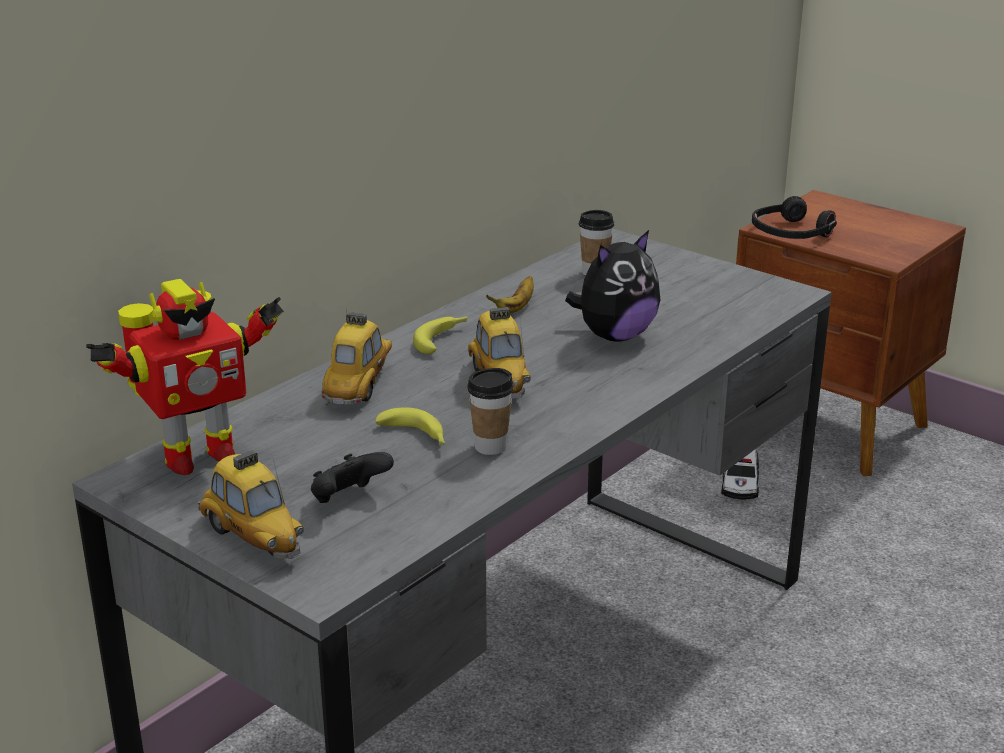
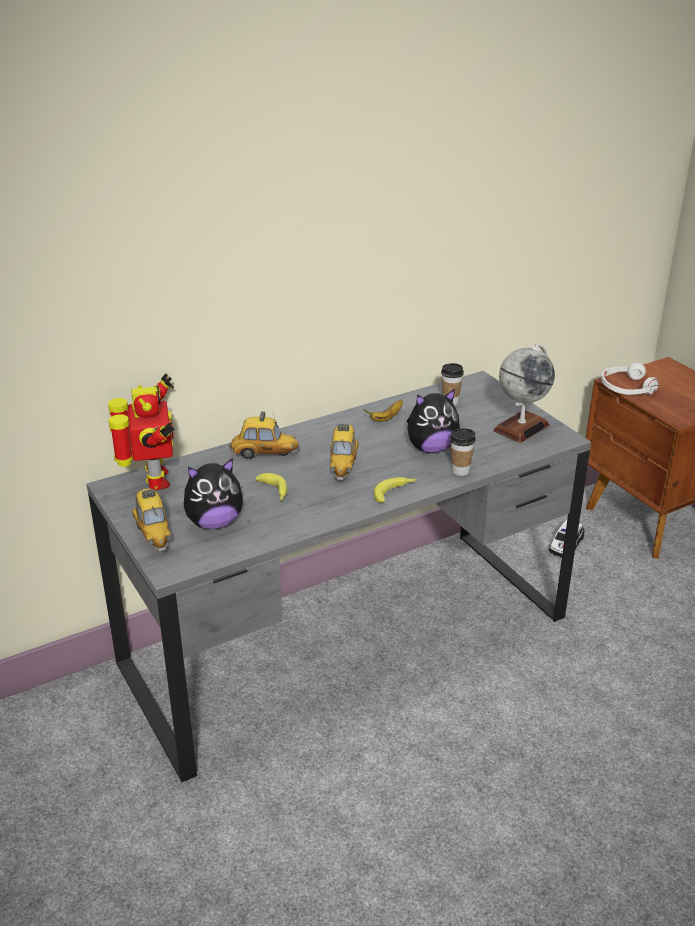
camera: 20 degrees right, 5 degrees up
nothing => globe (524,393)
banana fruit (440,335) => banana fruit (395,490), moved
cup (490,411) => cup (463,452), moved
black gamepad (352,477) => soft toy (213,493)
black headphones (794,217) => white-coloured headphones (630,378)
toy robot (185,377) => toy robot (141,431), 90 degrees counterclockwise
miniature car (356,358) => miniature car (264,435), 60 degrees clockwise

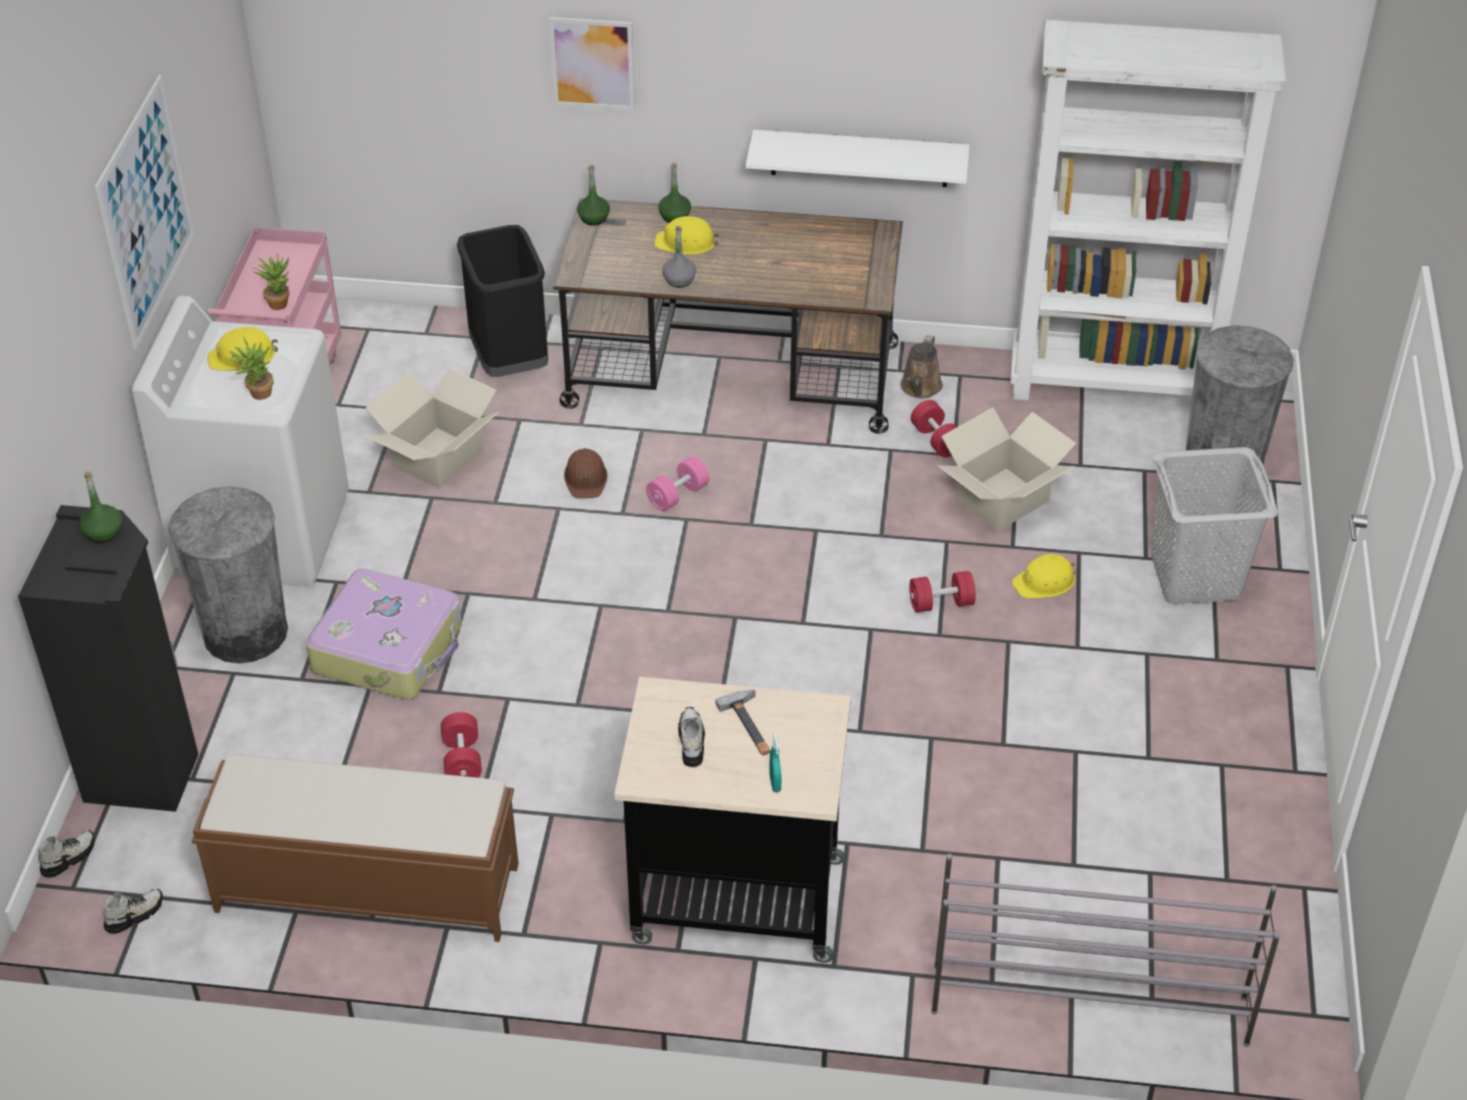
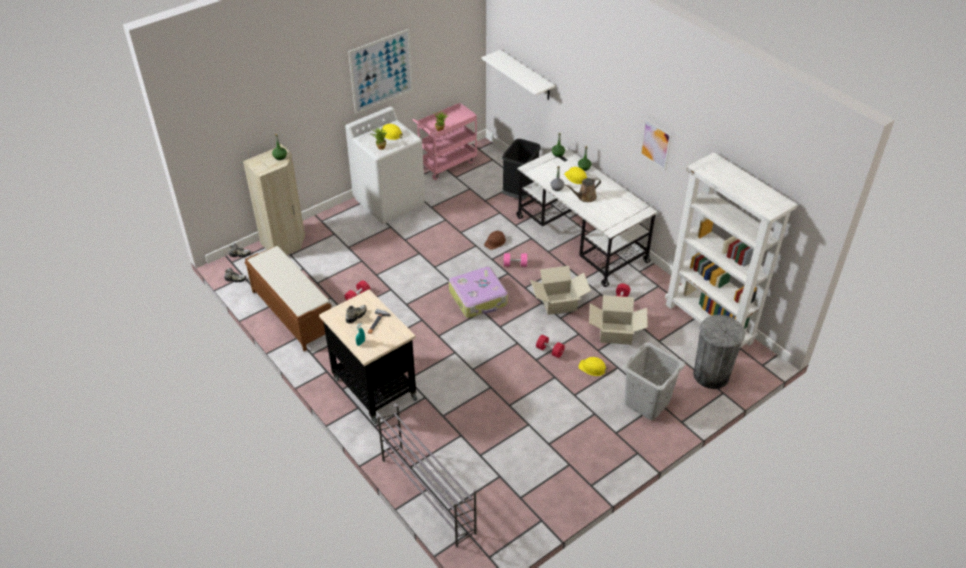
camera: 45 degrees right, 0 degrees up
greyish rubbish bin (228,574) => nothing
piece of luggage (384,634) => piece of luggage (478,292), moved
cardboard box (432,428) => cardboard box (560,290), moved
picture (592,63) => picture (656,144), moved
white-coloured bracket shelf (858,158) => white-coloured bracket shelf (518,75), moved
brown-coloured watering pot (921,366) => brown-coloured watering pot (583,190), moved
black cupboard (108,658) => beige cupboard (274,199)
brown-coloured desk (728,316) => white-coloured desk (587,216)

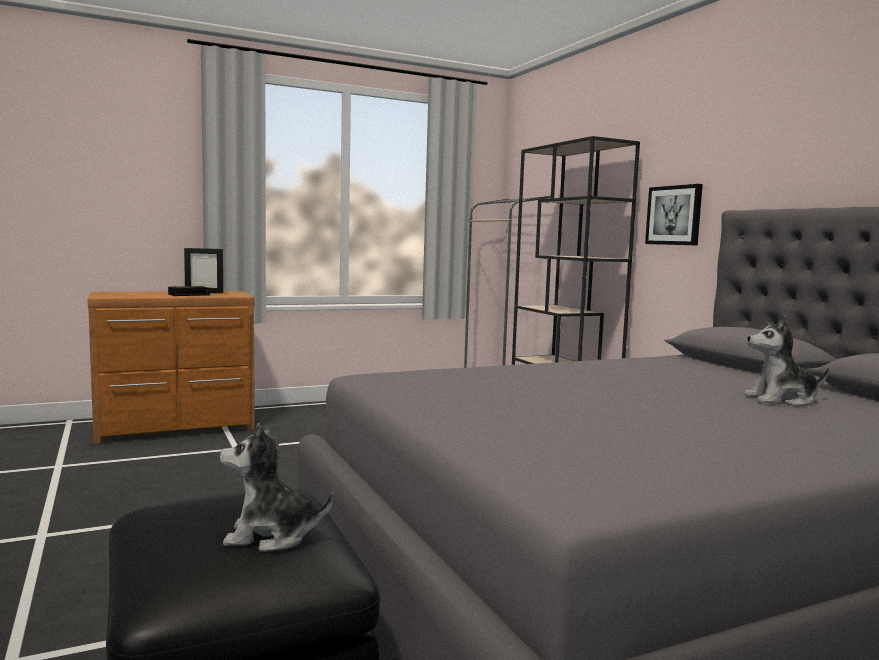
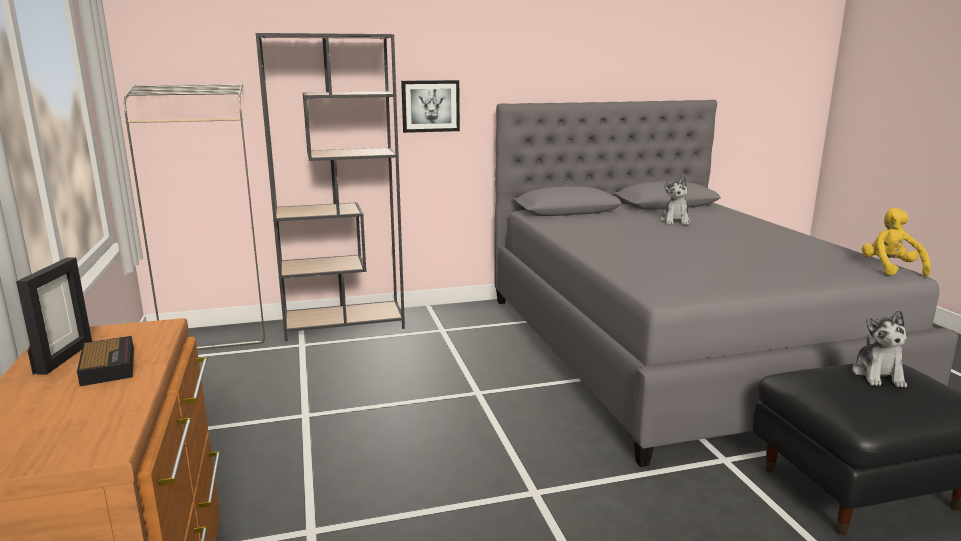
camera: 80 degrees left, 10 degrees up
nothing => yellow-coloured soft toy (896,242)

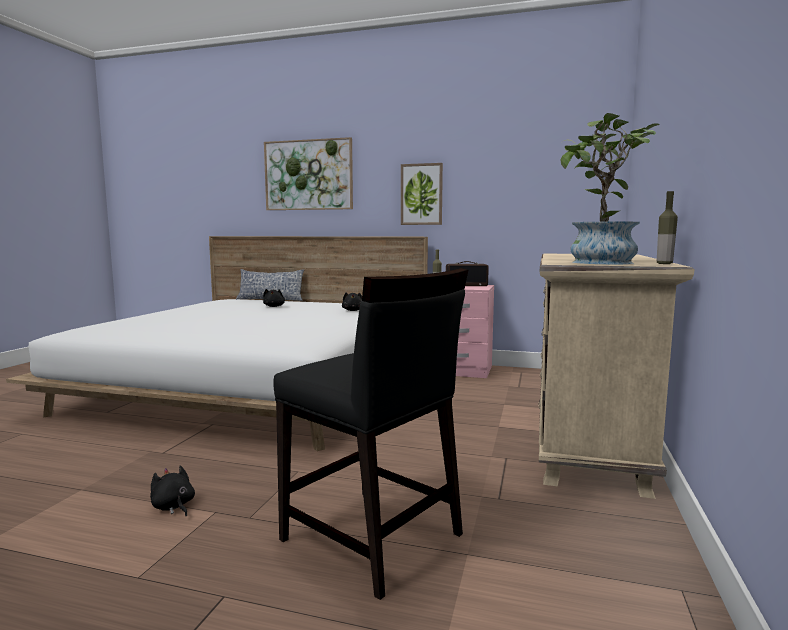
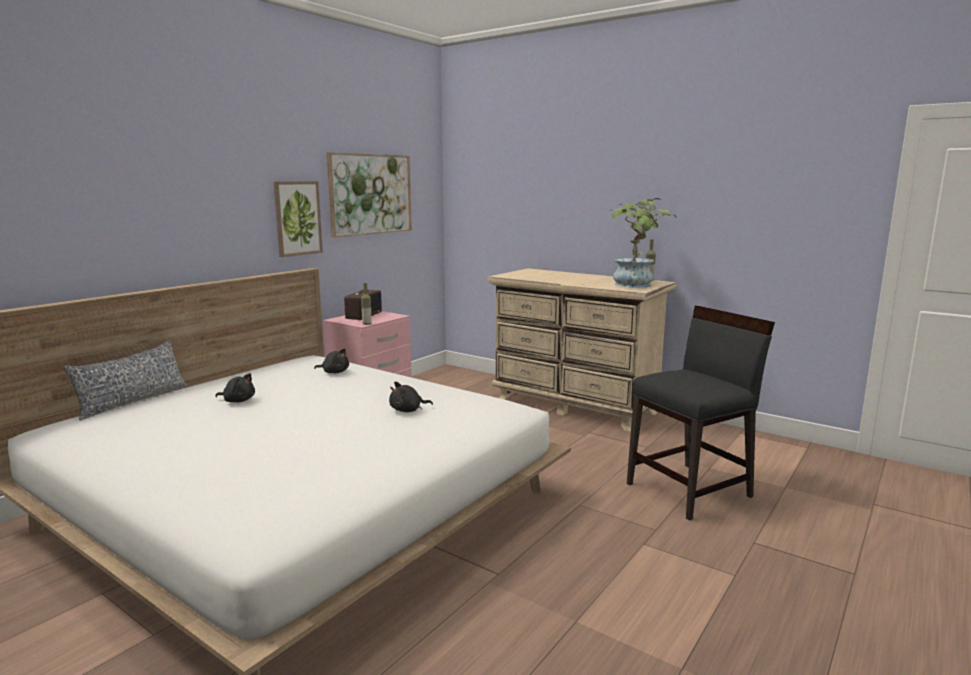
camera: 70 degrees left, 5 degrees up
black soft toy (172,490) => black soft toy (411,397), moved
picture (308,173) => picture (369,195), moved

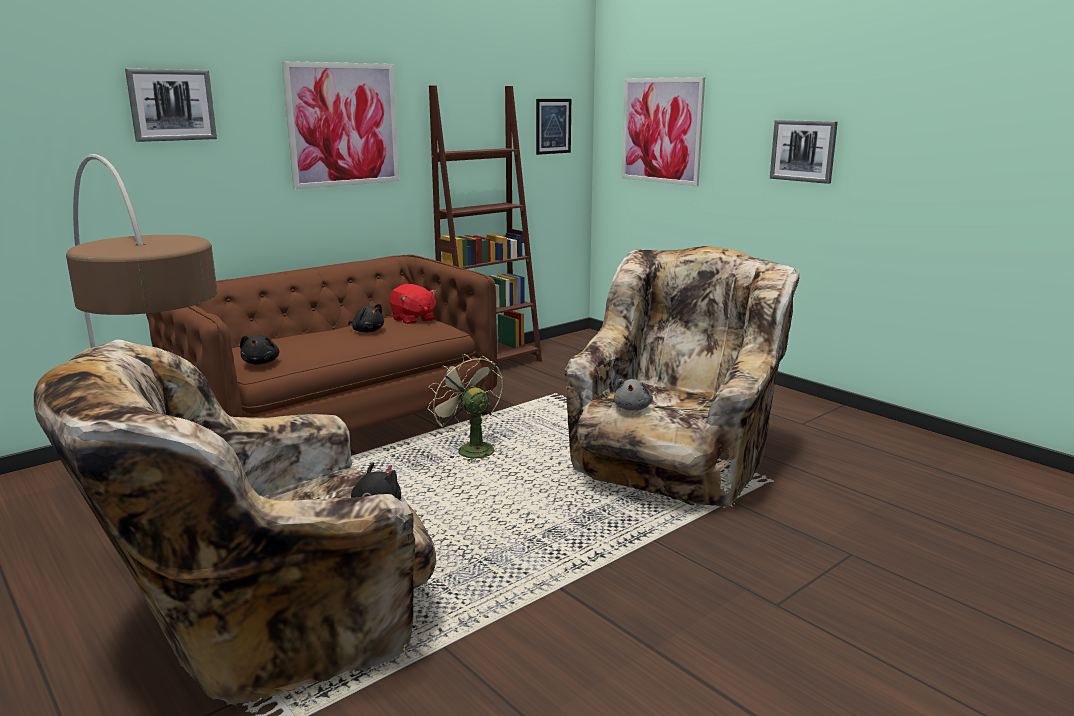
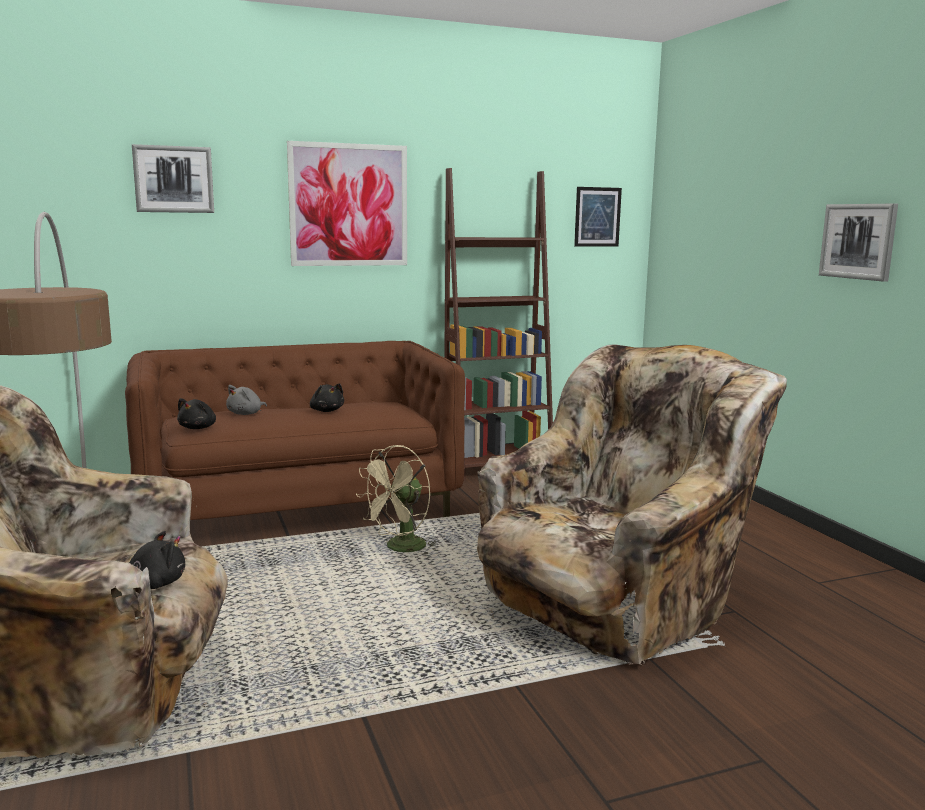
camera: 20 degrees right, 5 degrees down
red-coloured soft toy (413,304) => nothing
picture (663,131) => nothing
greyish soft toy (633,395) => greyish soft toy (246,400), moved
beige fan (465,408) => beige fan (396,500), 120 degrees counterclockwise

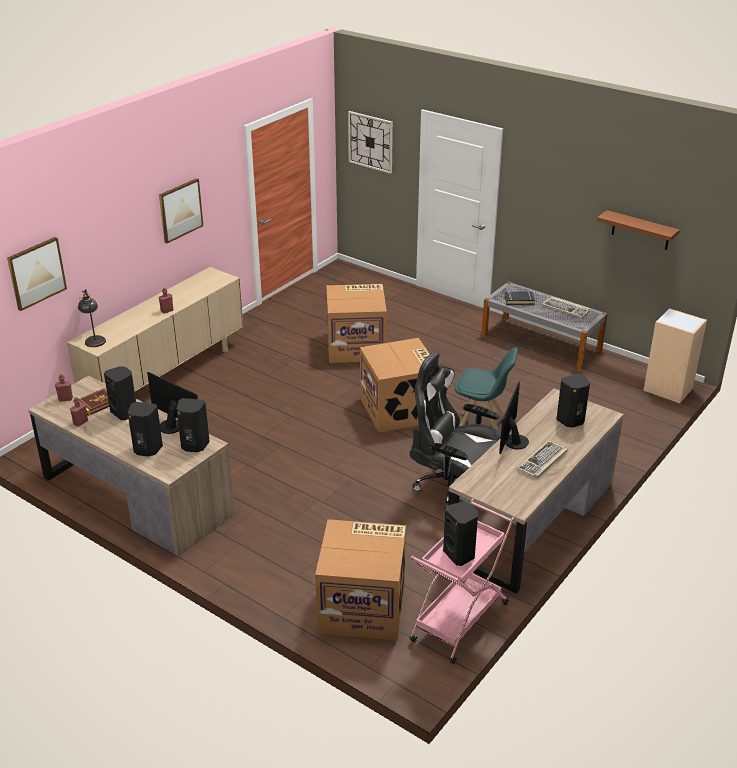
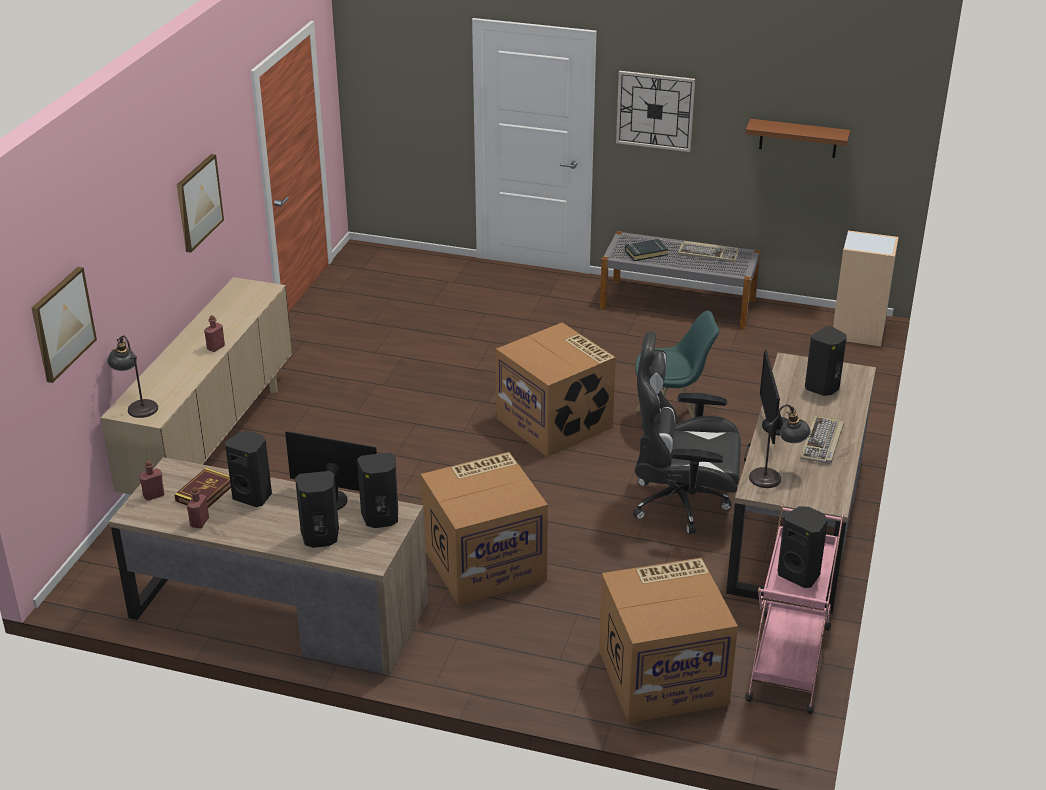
camera: 20 degrees left, 0 degrees up
nothing => greyish lamp for a table (780,446)
cardboard box (356,323) => cardboard box (484,529), moved
hanging clock (370,142) => hanging clock (655,111), moved

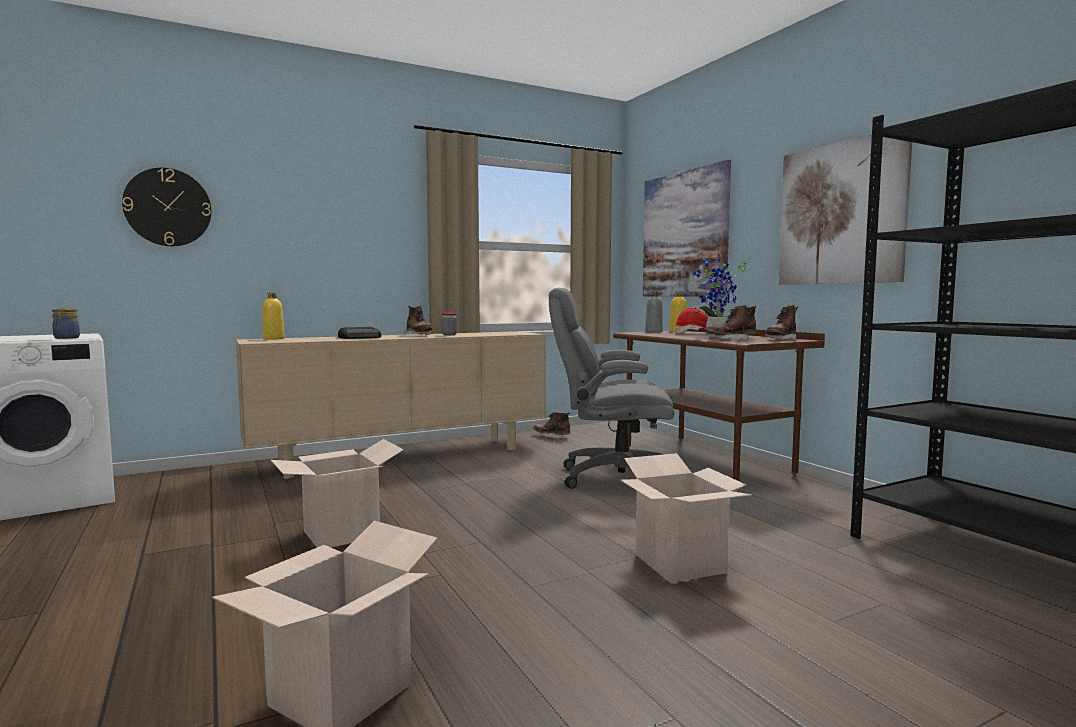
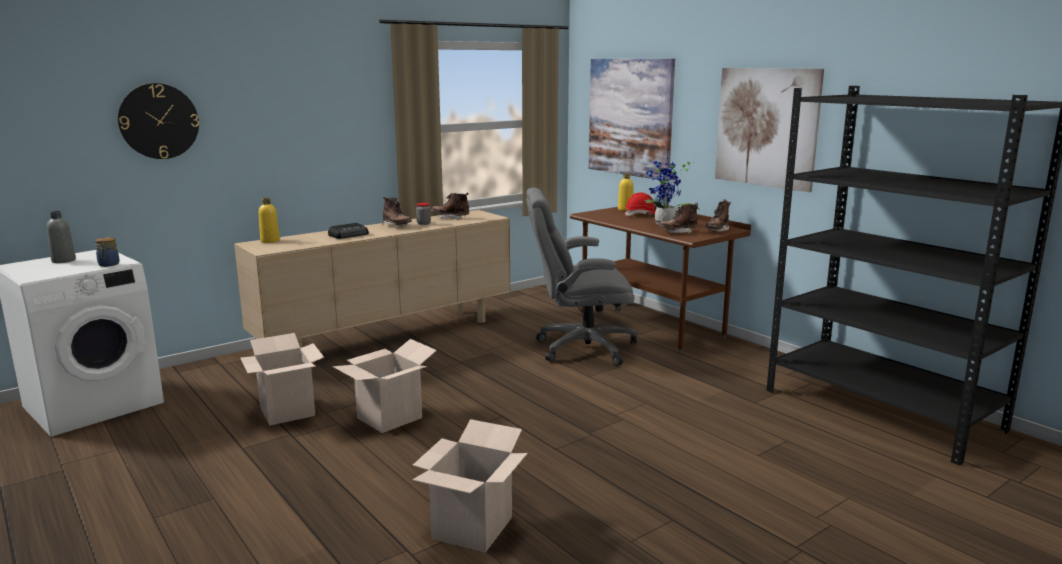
camera: 10 degrees left, 10 degrees up
brown-coloured high-top boot (551,425) => brown-coloured high-top boot (450,206), moved
cardboard box (686,518) => cardboard box (282,379), moved
greyish bottle (654,312) => greyish bottle (61,237), moved

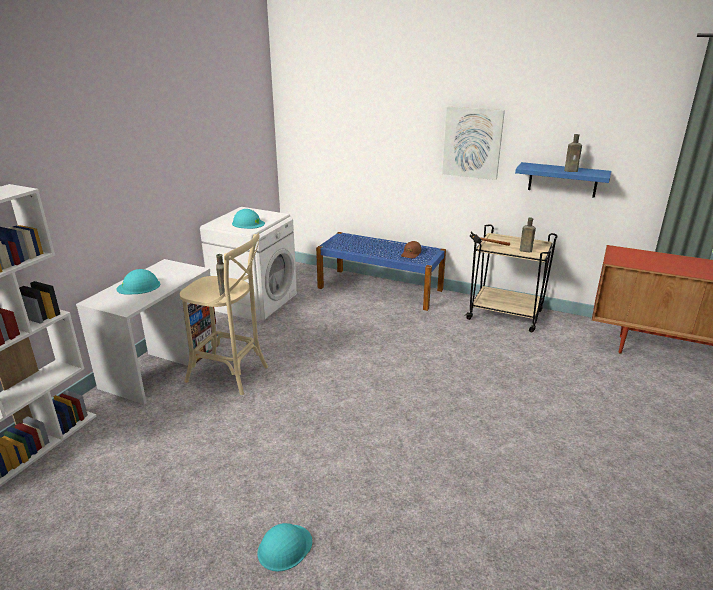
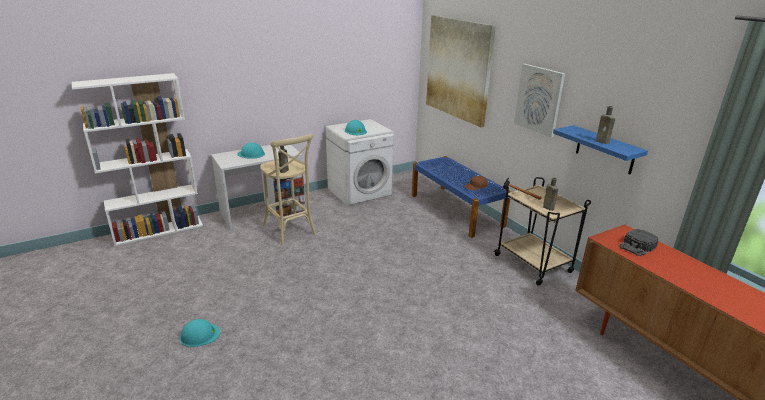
camera: 35 degrees right, 0 degrees up
nothing => picture (461,71)
nothing => black cap (638,242)

